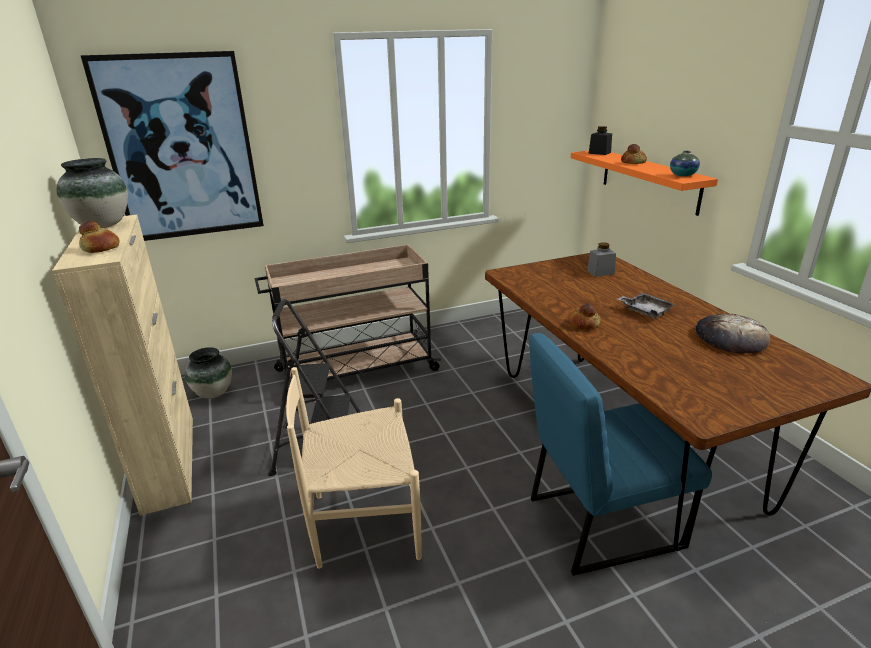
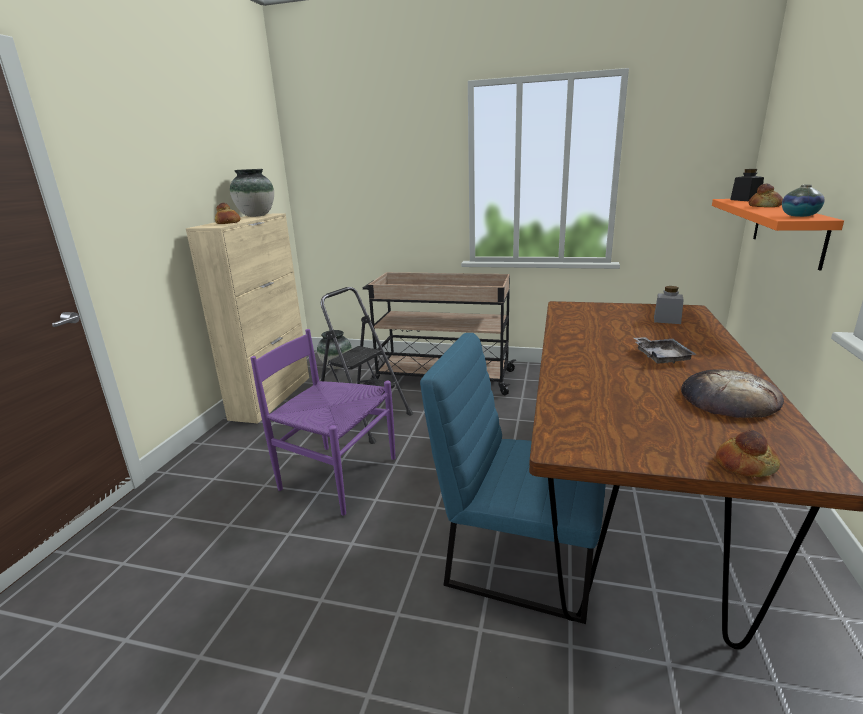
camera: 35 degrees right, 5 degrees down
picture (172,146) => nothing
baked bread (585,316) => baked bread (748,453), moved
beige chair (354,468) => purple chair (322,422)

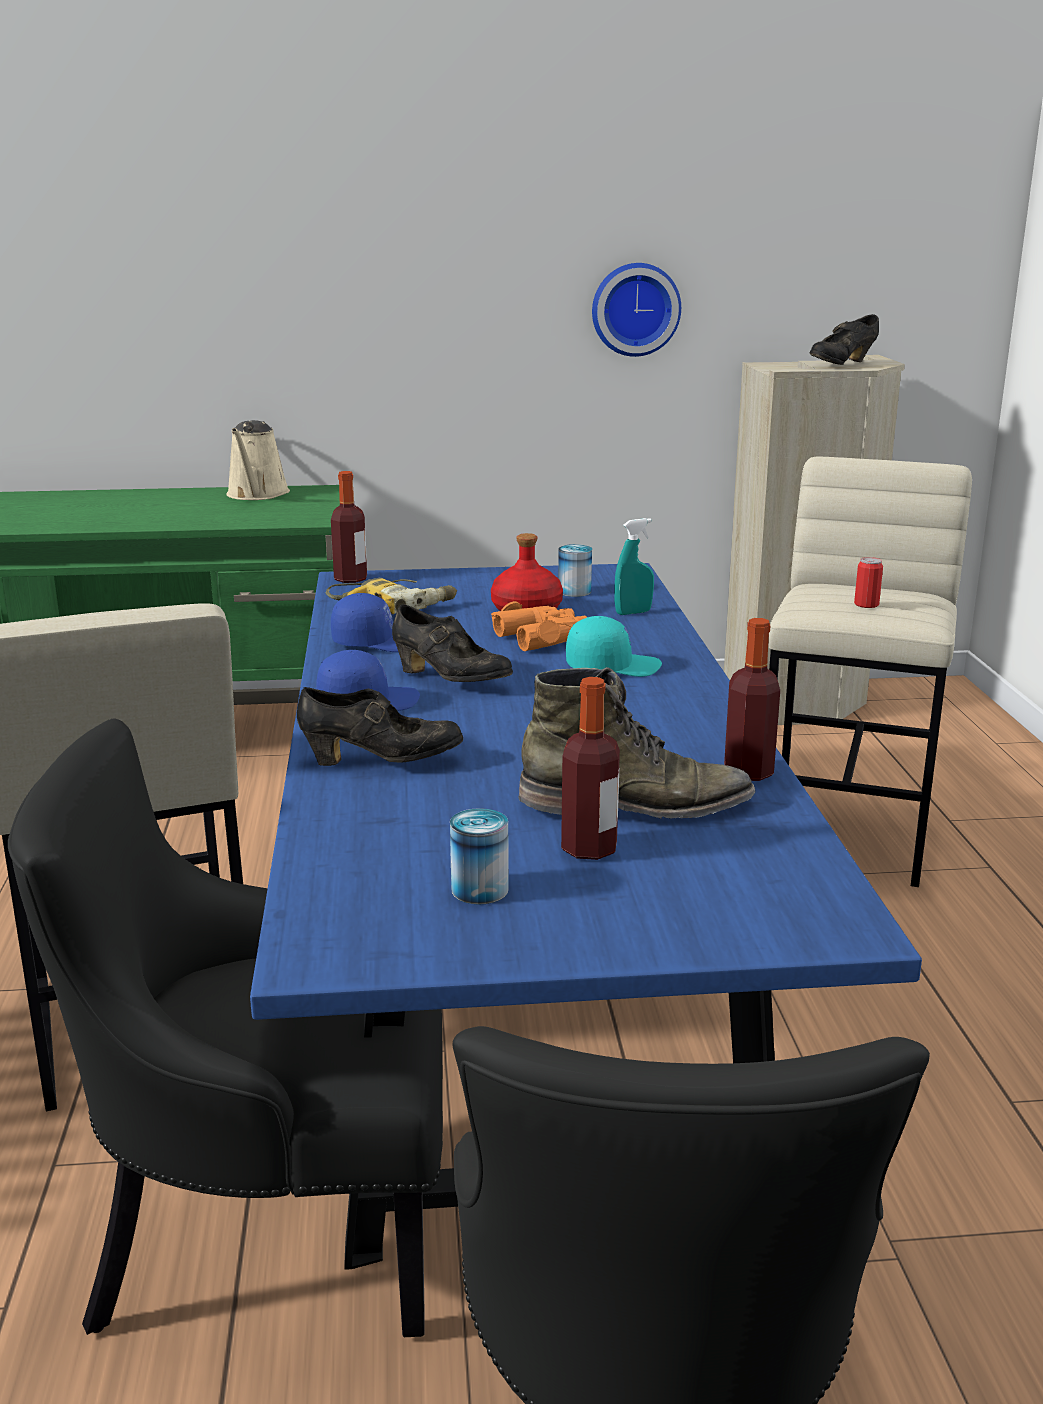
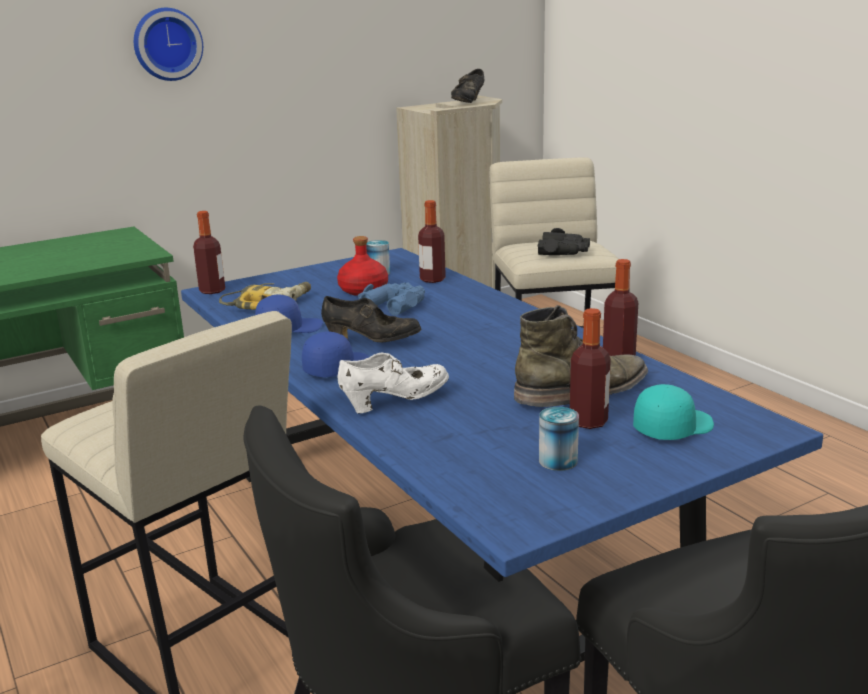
camera: 25 degrees left, 0 degrees up
beige watering pot (258,460) => nothing
blue-green cap (614,646) => blue-green cap (673,412), moved
hanging clock (636,310) => hanging clock (168,44), moved
blue-green spray bottle (634,566) => bottle (432,241)
metal can (868,582) => black field glasses (563,241)
black low shoe (380,726) => white-coloured low shoe (393,383)
orange-coloured field glasses (539,626) => blue-coloured field glasses (391,299)

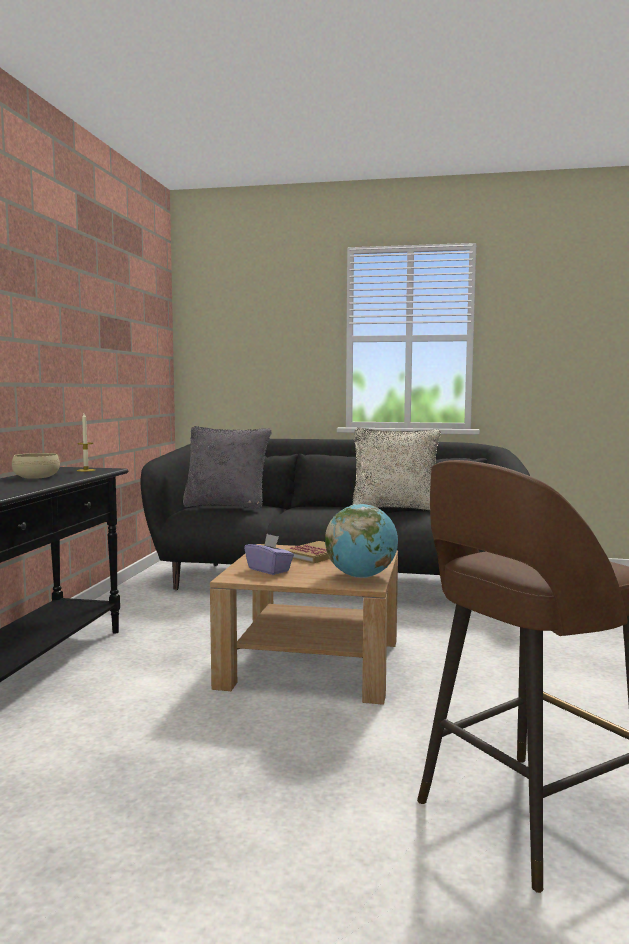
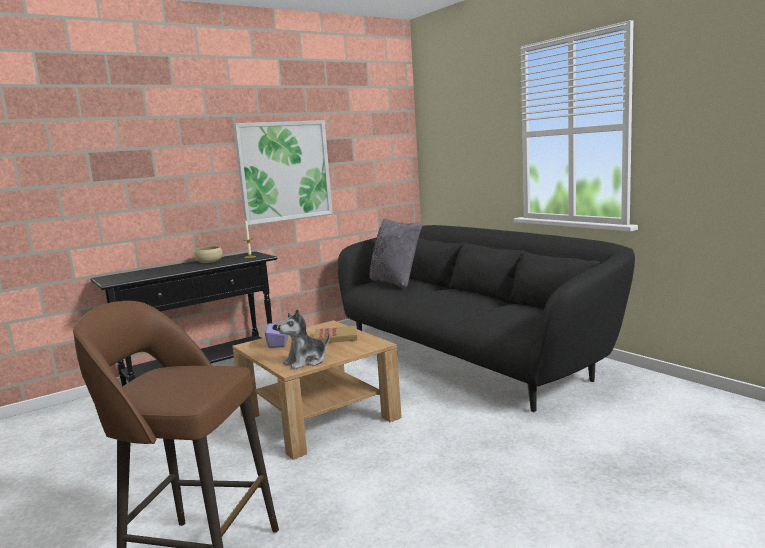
camera: 45 degrees right, 5 degrees up
beige pillow (396,469) => nothing
nothing => picture (283,172)
globe (361,541) => soft toy (304,339)

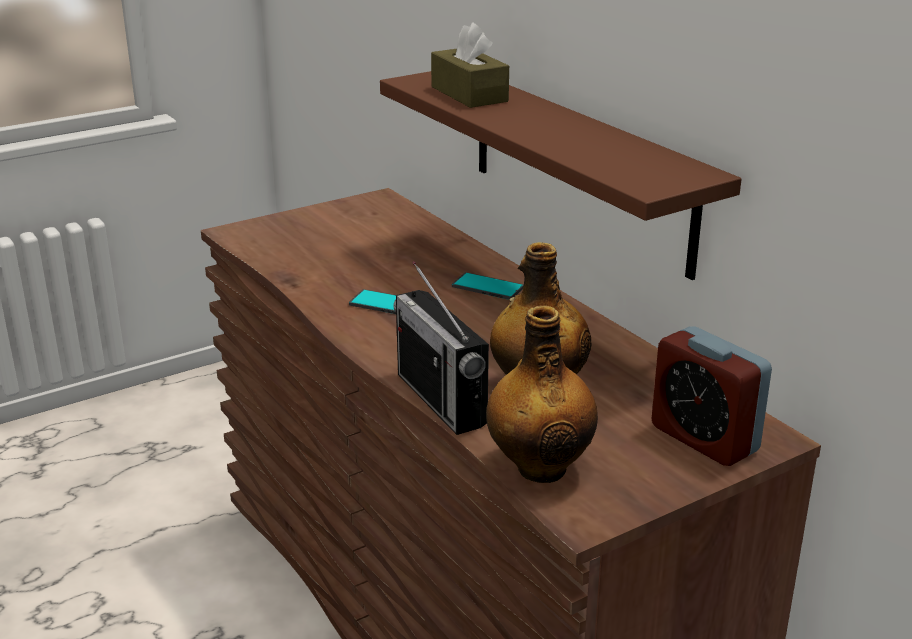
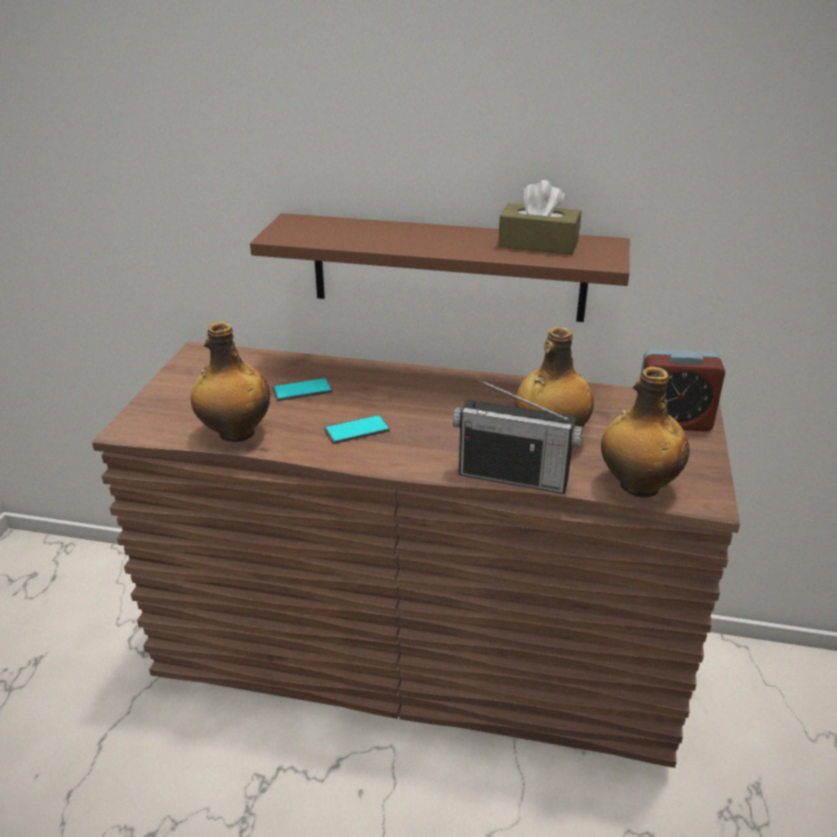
camera: 45 degrees left, 5 degrees up
nothing => bottle (230,382)
brown-coloured box of tissues (470,65) => brown-coloured box of tissues (539,217), moved
phone (488,286) => phone (302,389), moved

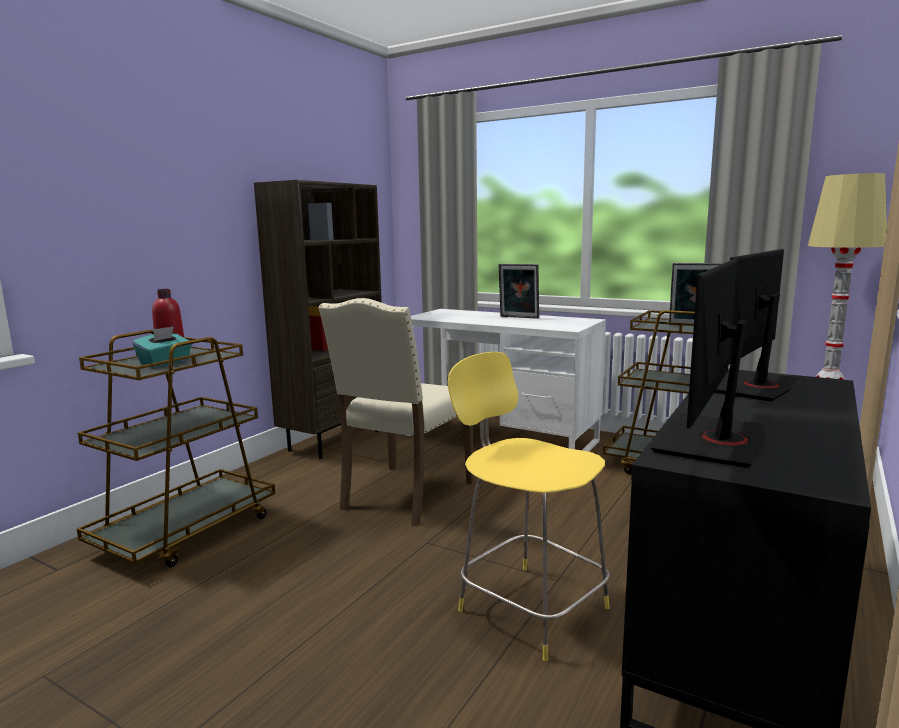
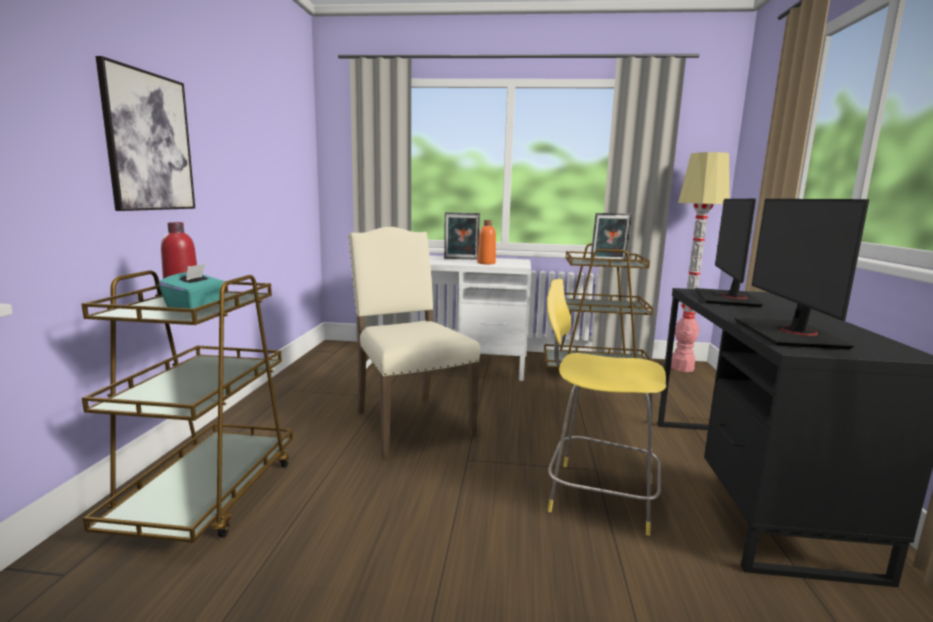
camera: 25 degrees left, 0 degrees up
brown-coloured shelving unit (318,319) => nothing
nothing => picture (145,133)
nothing => orange-coloured bottle (486,242)
beige chair (396,412) => beige chair (414,342), 150 degrees clockwise

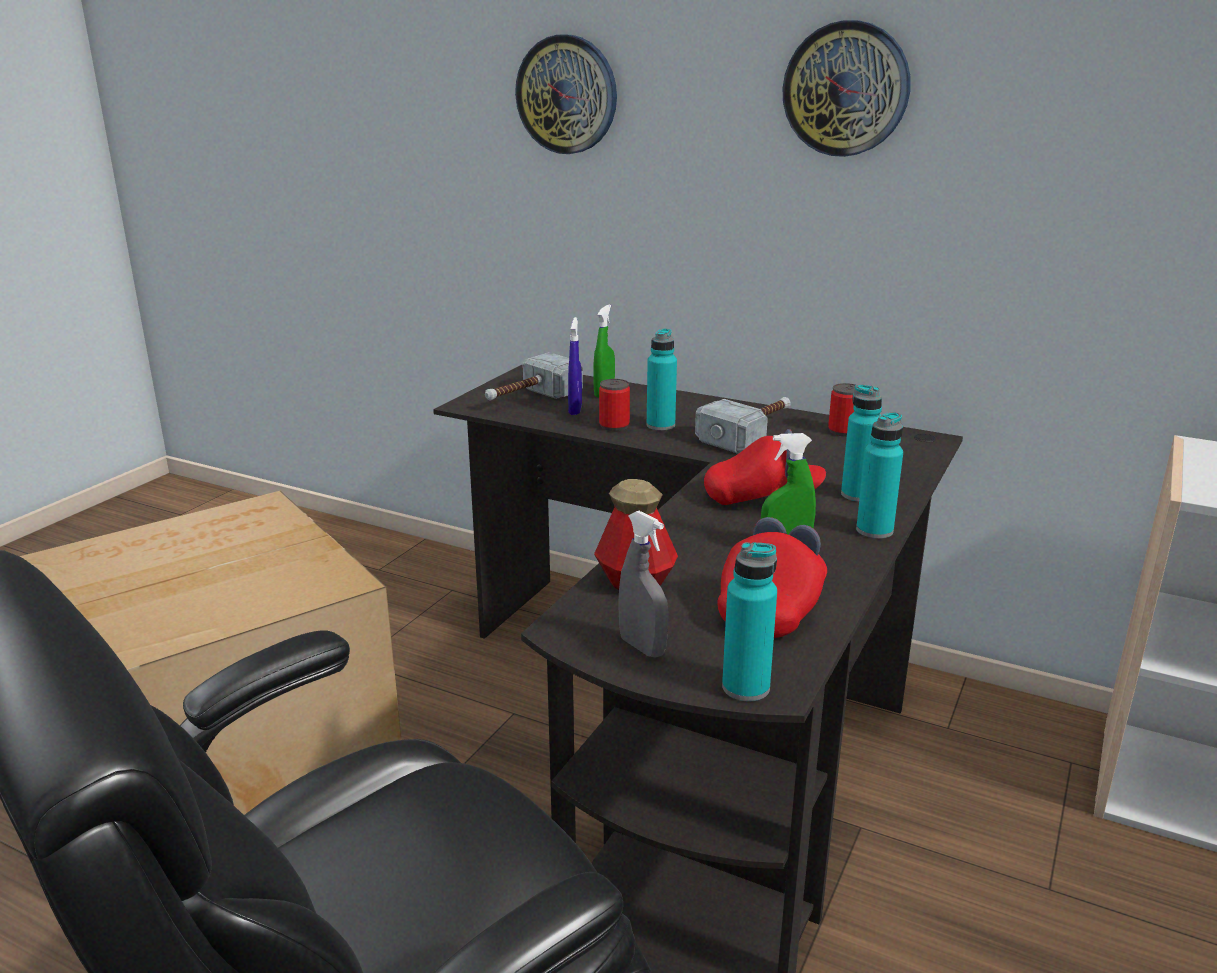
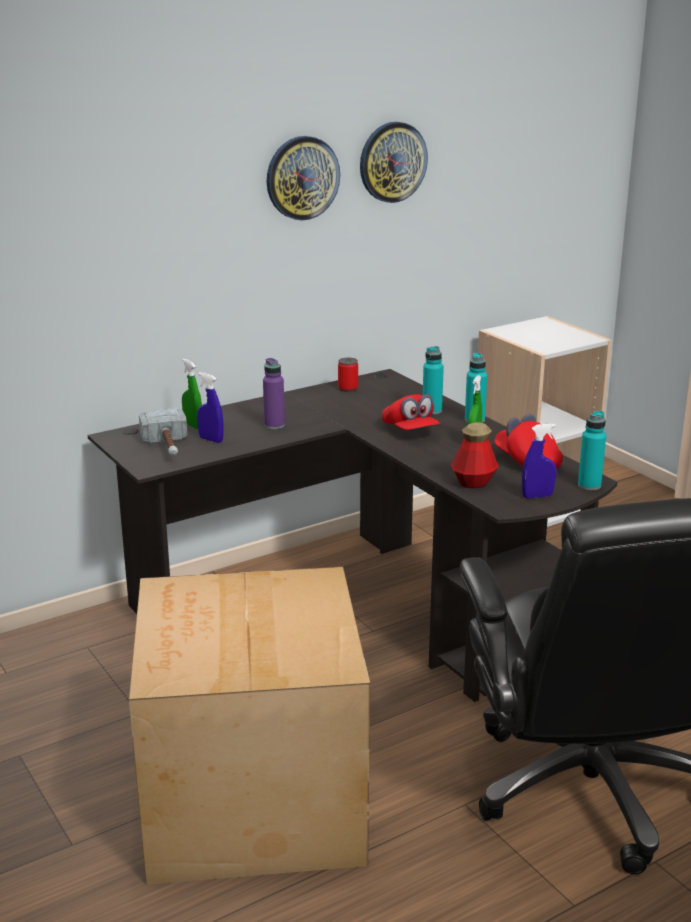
camera: 60 degrees left, 0 degrees up
metal can (614,405) => nothing
hand hammer (743,425) => nothing
hanging clock (566,94) => hanging clock (394,162), moved
greyish spray bottle (643,584) => blue-coloured spray bottle (539,460)
blue-green bottle (661,379) => purple bottle (274,393)
red-coloured cap (765,467) => red-coloured cap (411,412), 120 degrees clockwise

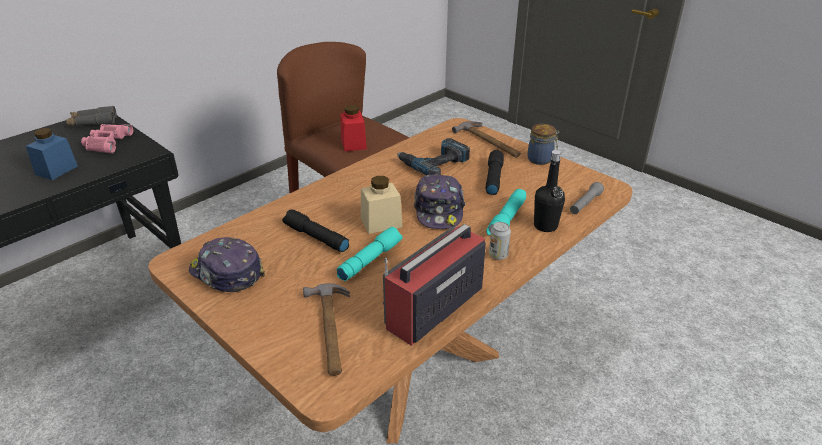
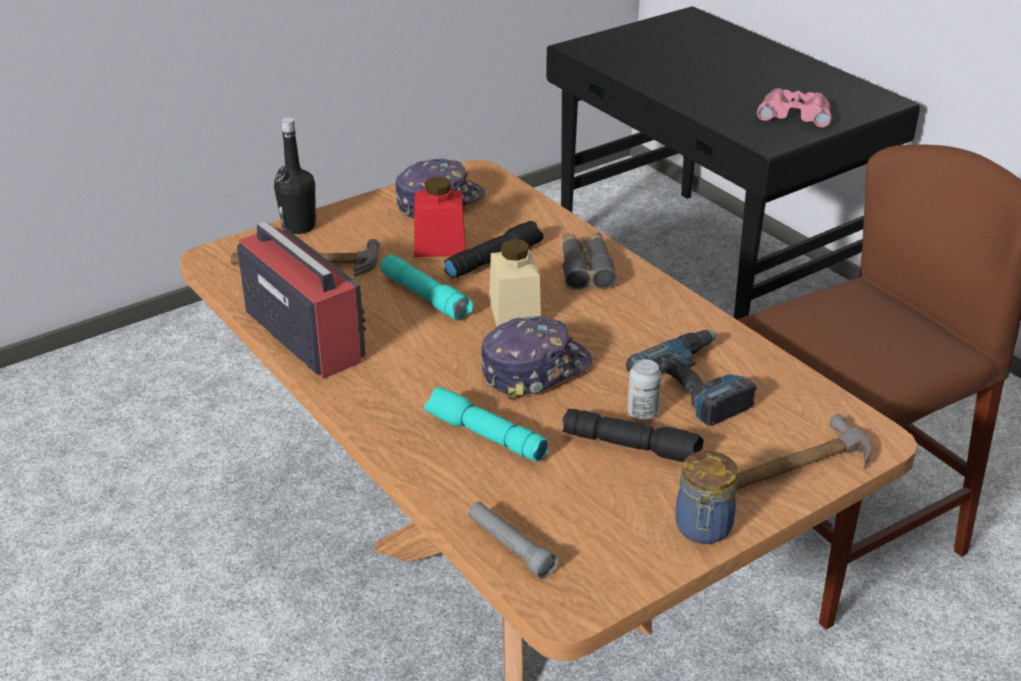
camera: 100 degrees right, 0 degrees up
blue-coloured storage jar (52,154) => nothing
greyish field glasses (91,116) => greyish field glasses (590,261), moved
red-coloured storage jar (353,128) => red-coloured storage jar (439,216), moved
metal can (500,241) => metal can (644,389), moved
black bottle (549,191) => black bottle (295,175), moved
cap (440,201) => cap (536,358), 135 degrees clockwise

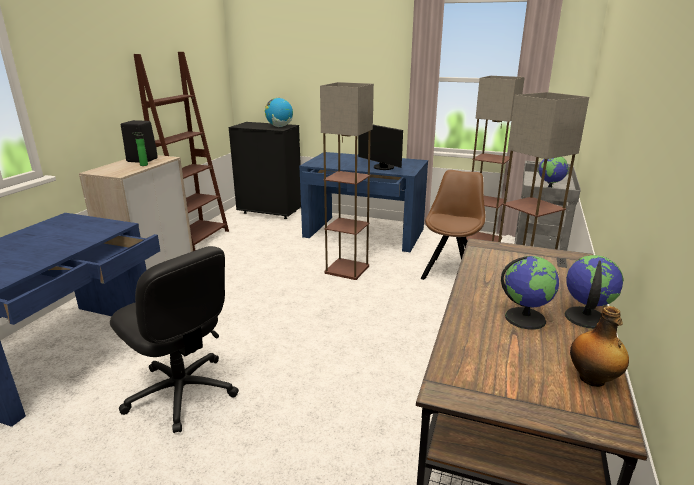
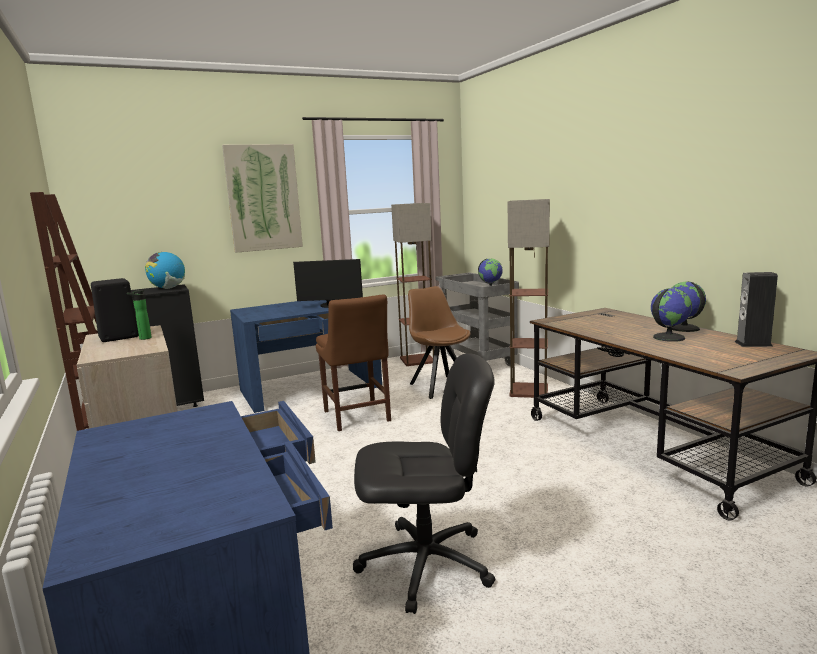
camera: 45 degrees left, 10 degrees down
nothing => picture (262,198)
floor lamp (347,181) => brown-coloured chair (353,363)
bottle (599,346) => speaker (756,309)

